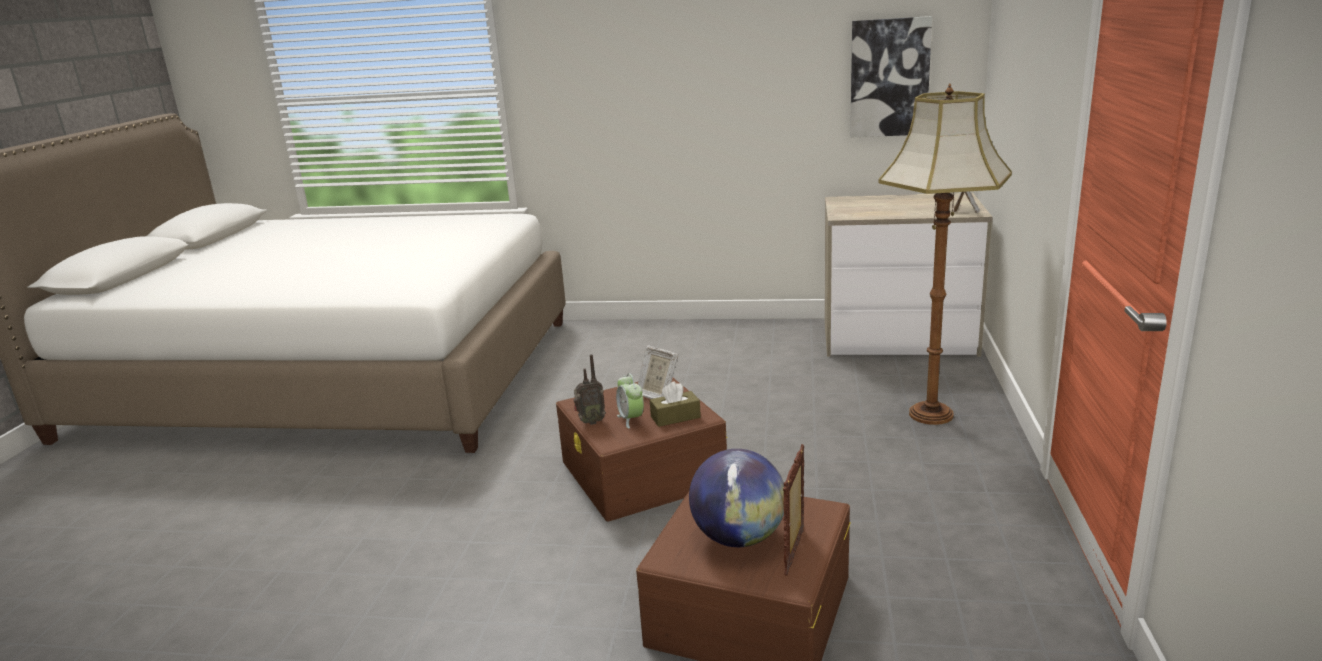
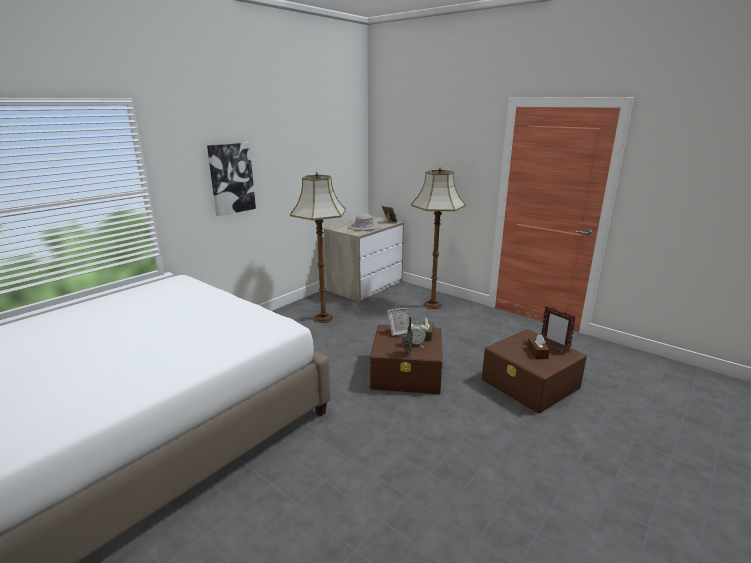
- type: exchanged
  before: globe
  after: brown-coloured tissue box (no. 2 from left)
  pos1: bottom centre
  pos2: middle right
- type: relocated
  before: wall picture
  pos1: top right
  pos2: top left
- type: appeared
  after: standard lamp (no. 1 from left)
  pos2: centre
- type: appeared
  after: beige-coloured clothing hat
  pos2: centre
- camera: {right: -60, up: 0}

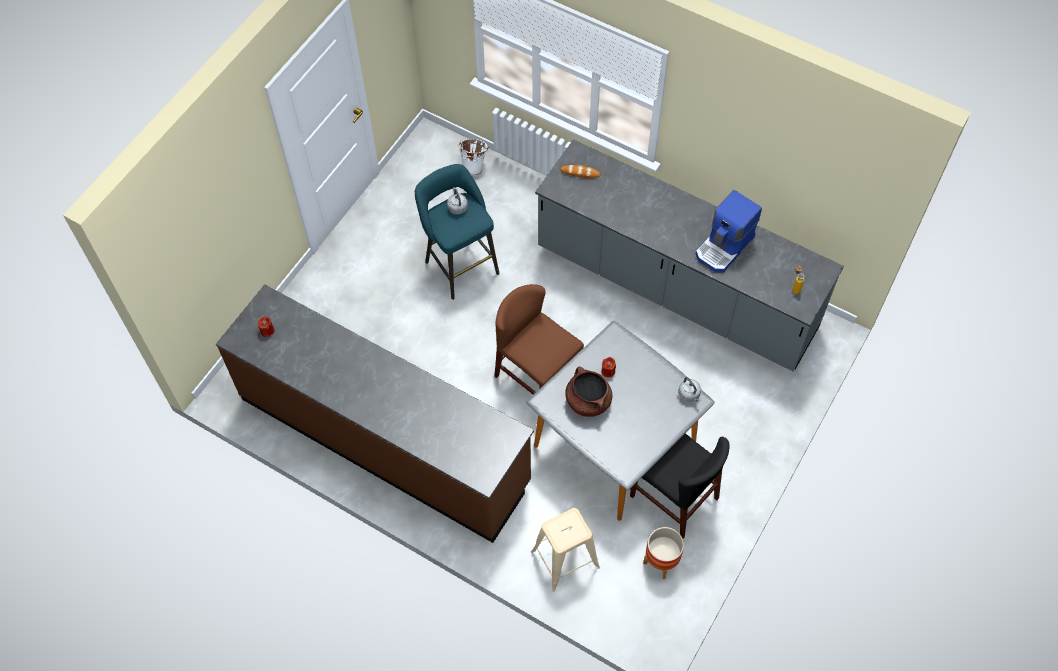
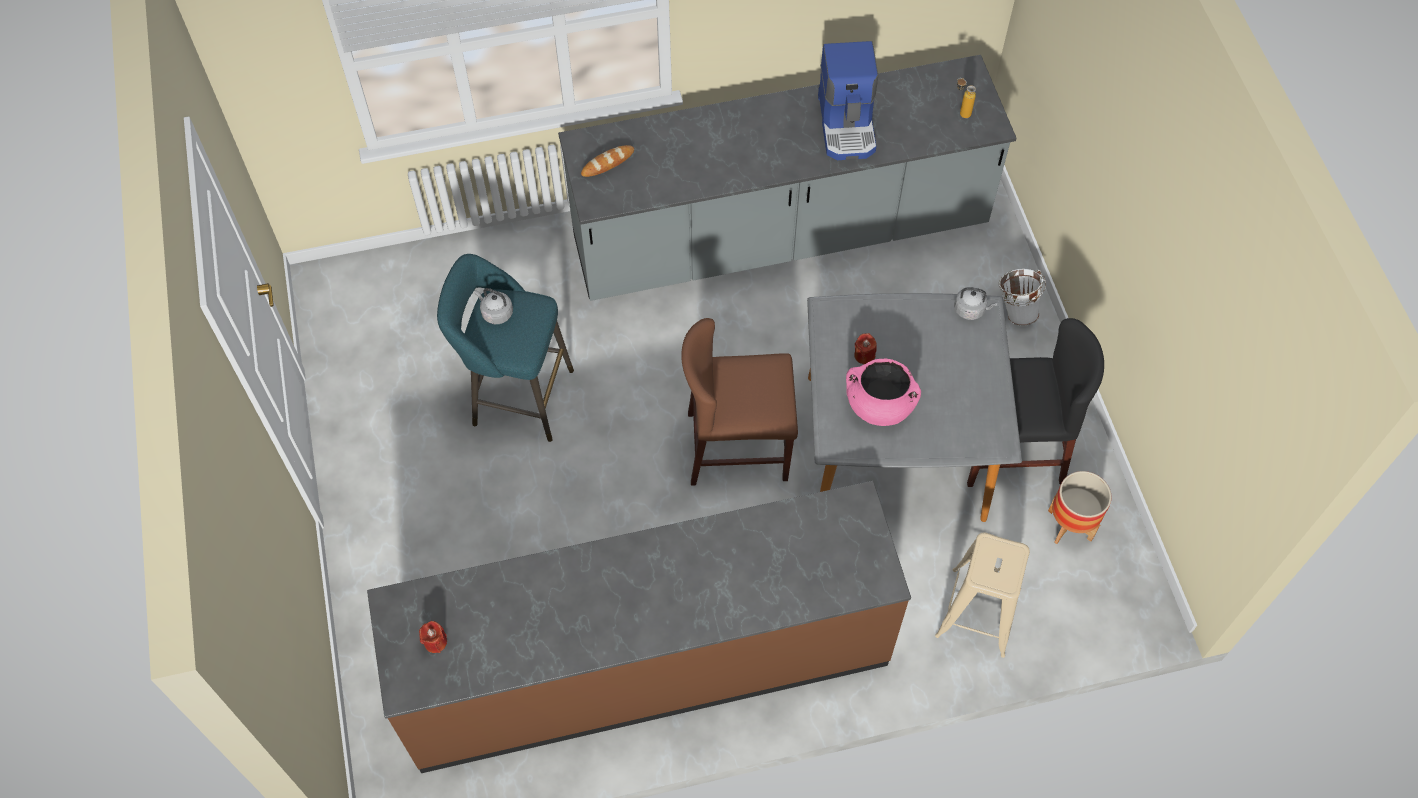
- type: relocated
  before: white-coloured bucket
  pos1: top centre
  pos2: middle right
- type: colour
  before: brown-coloured cooking pot
  after: pink-coloured cooking pot
  pos1: centre
  pos2: centre
- camera: {right: -45, up: 0}

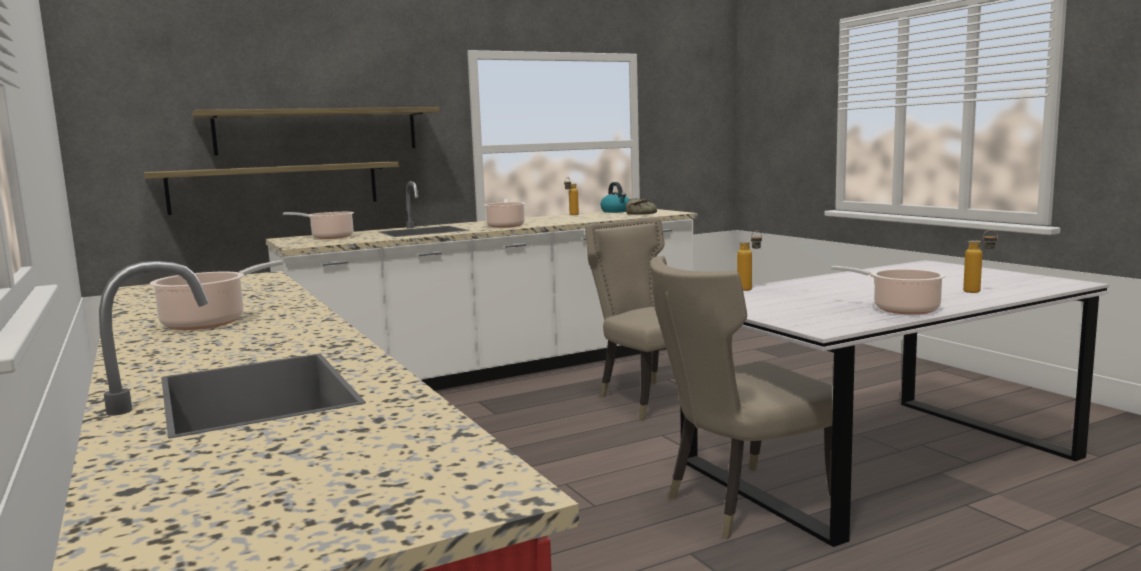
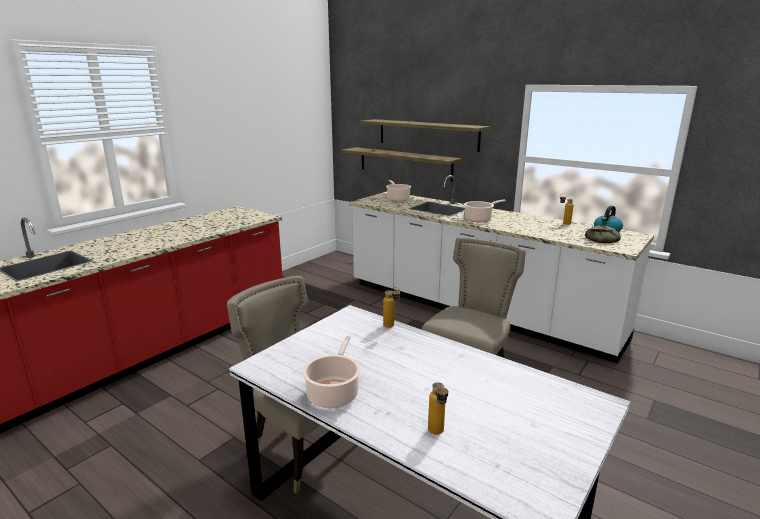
- type: missing
  before: cooking pot (no. 1 from left)
  pos1: middle left
- camera: {right: 65, up: 10}

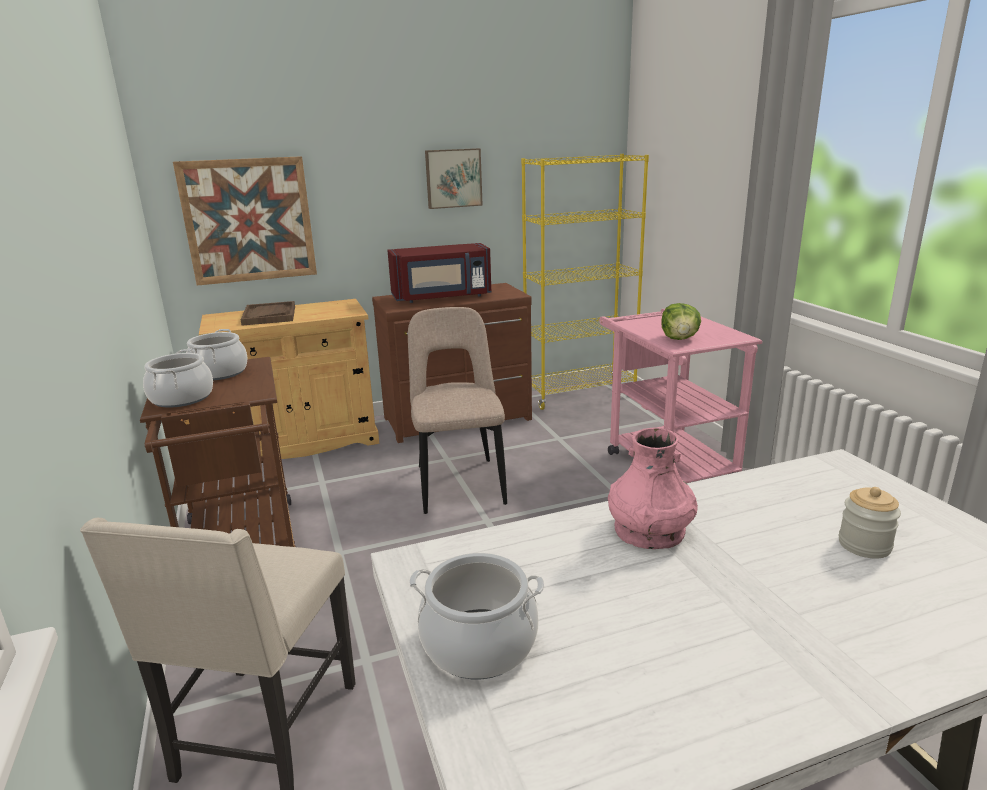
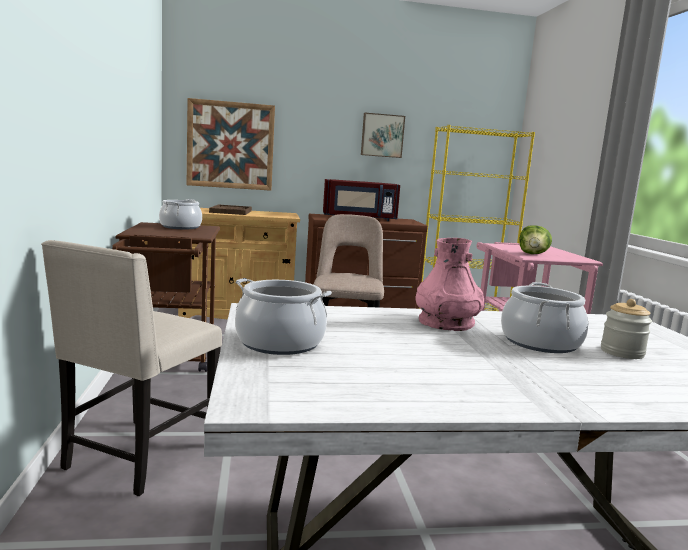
- type: relocated
  before: cooking pot (no. 1 from left in the first image)
  after: cooking pot (no. 3 from left)
  pos1: middle left
  pos2: middle right
- camera: {right: 10, up: -10}

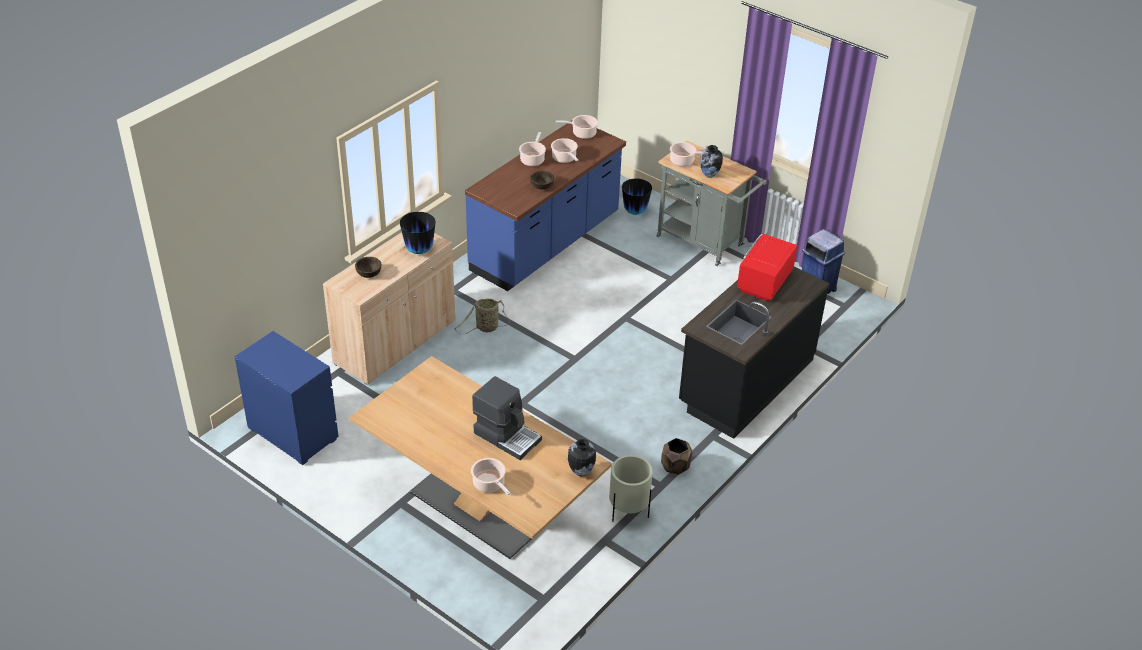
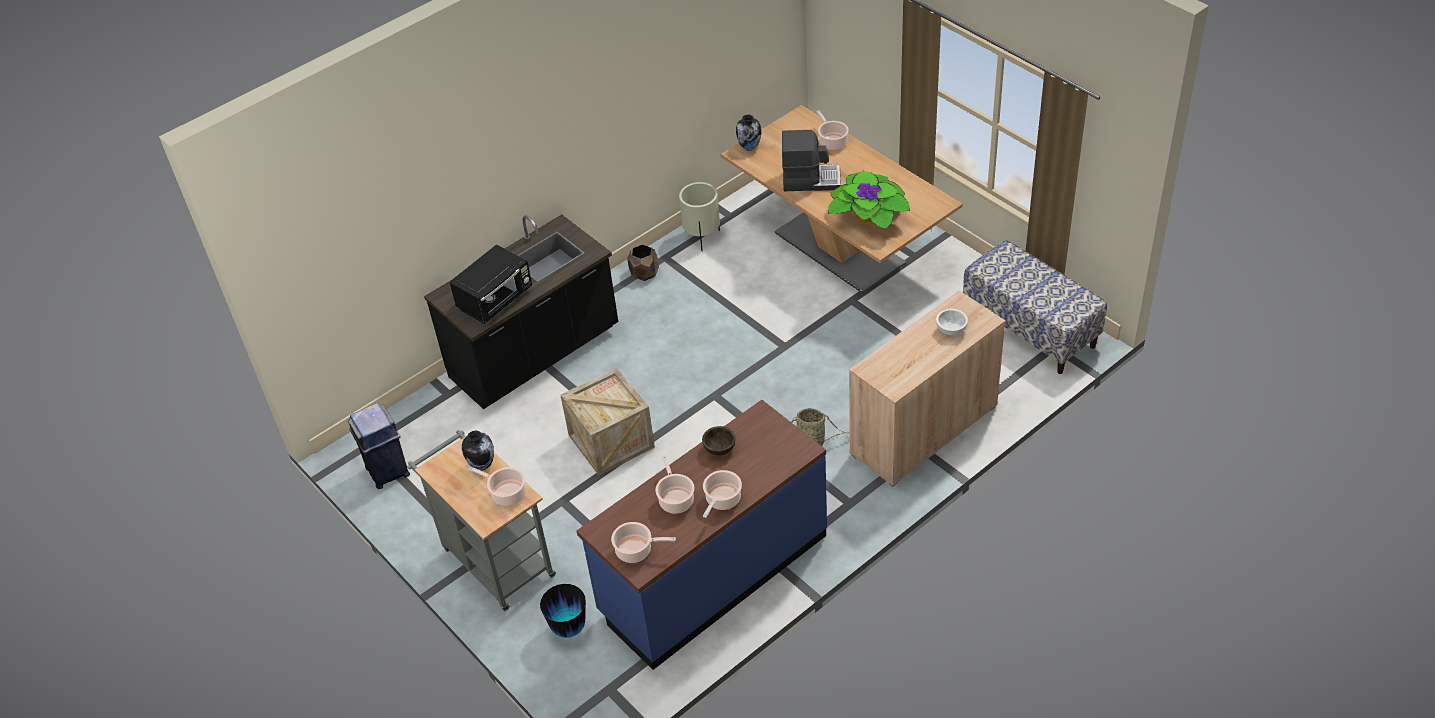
- type: exchanged
  before: blue dresser
  after: bench
  pos1: middle left
  pos2: middle right
- type: colour
  before: brown-coloured bowl (no. 1 from left)
  after: white-coloured bowl
  pos1: middle left
  pos2: centre
- type: missing
  before: flower vase (no. 1 from left)
  pos1: centre
- type: spun
  before: coffee brewer
  pos1: centre
  pos2: top centre
  turn: 135
- type: colour
  before: reddish microwave oven
  after: blackish microwave oven
  pos1: middle right
  pos2: centre
- type: appeared
  after: crate
  pos2: centre
- type: appeared
  after: houseplant
  pos2: top centre
- camera: {right: -165, up: 5}

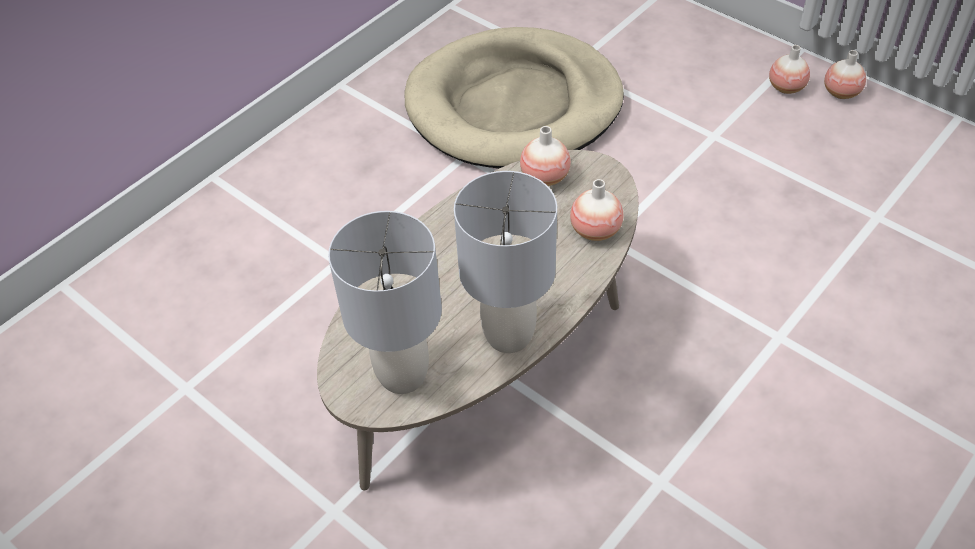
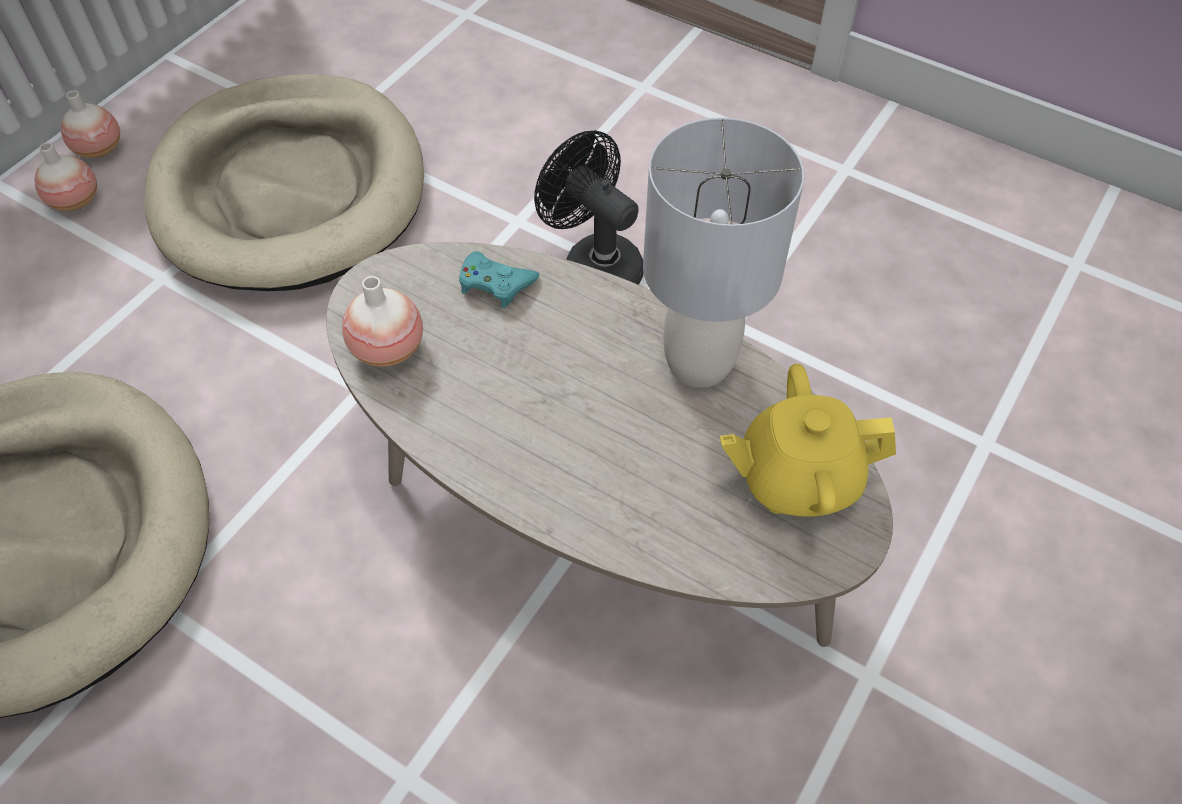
- type: exchanged
  before: greyish table lamp (no. 1 from left)
  after: yellowish pot for tea
  pos1: centre
  pos2: middle right
- type: exchanged
  before: flower vase (no. 2 from left)
  after: blue-green gamepad
  pos1: centre
  pos2: centre
- type: appeared
  after: beige-coloured dog cushion (no. 2 from left)
  pos2: top left
- type: appeared
  after: blackish fan
  pos2: top centre
- camera: {right: -100, up: 5}

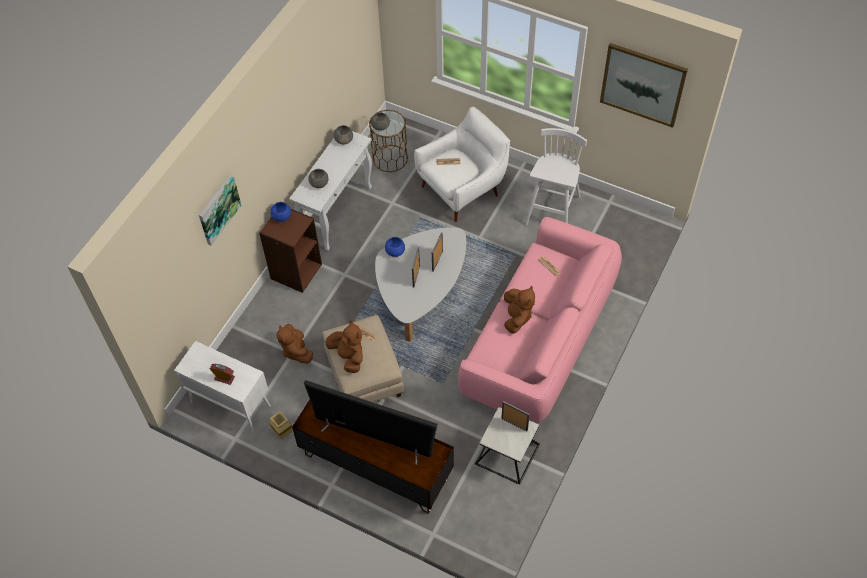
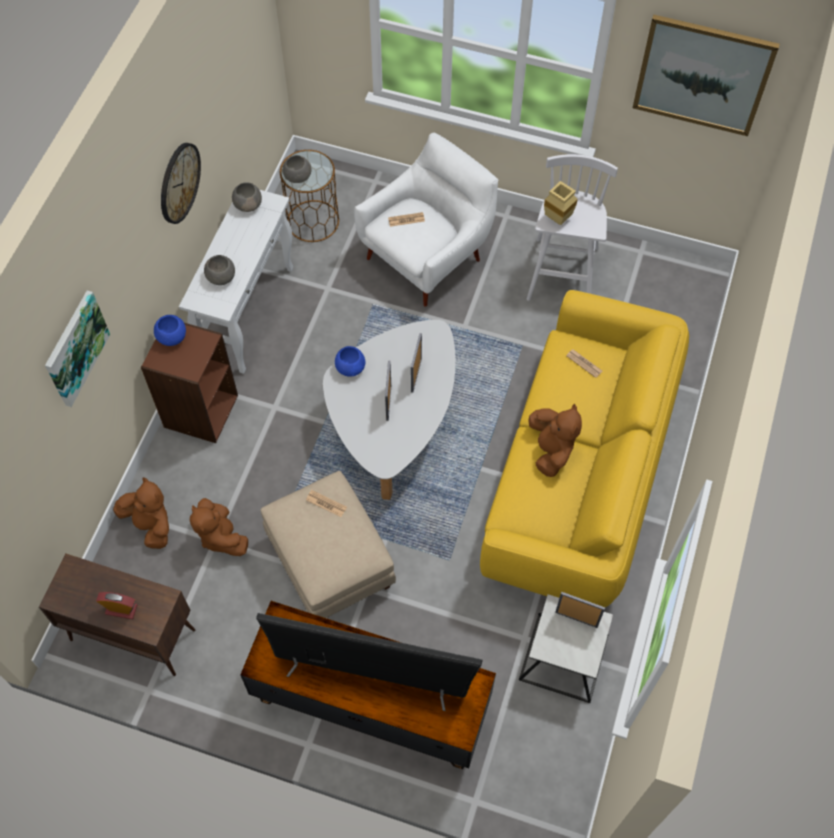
- type: colour
  before: white-coloured storage cabinet
  after: brown-coloured storage cabinet
  pos1: bottom left
  pos2: bottom left
- type: relocated
  before: beige-coloured flower vase
  pos1: bottom left
  pos2: top right
- type: relocated
  before: brown-coloured soft toy (no. 2 from left in the first image)
  after: brown-coloured soft toy (no. 1 from left)
  pos1: centre
  pos2: middle left
- type: colour
  before: pink-coloured couch
  after: yellowish couch
  pos1: centre
  pos2: middle right
- type: appeared
  after: clock on the wall
  pos2: top left
- camera: {right: -10, up: 5}

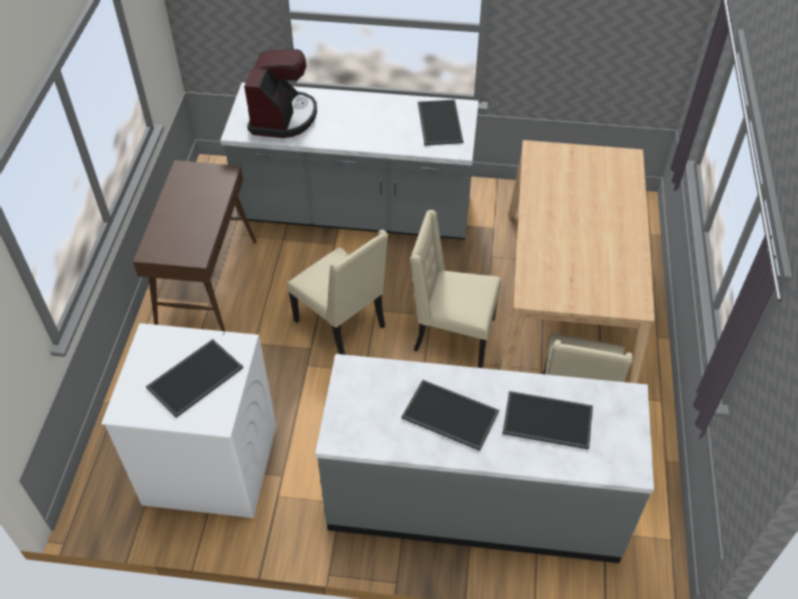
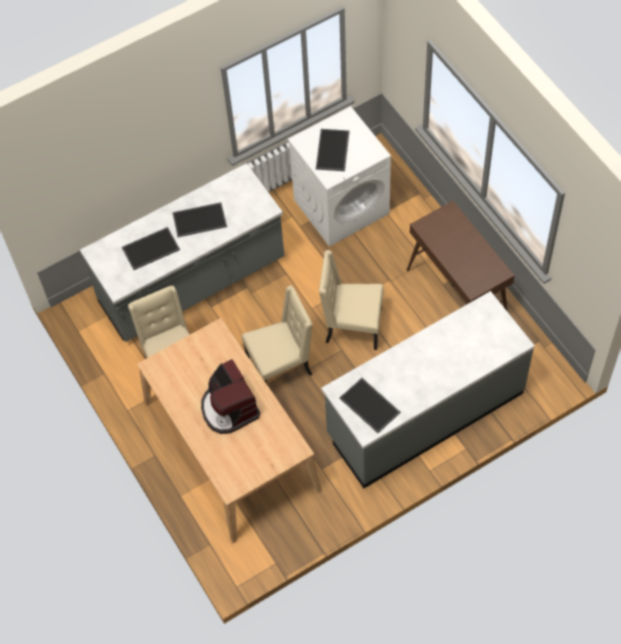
- type: relocated
  before: coffee brewer
  pos1: top centre
  pos2: centre
- camera: {right: 145, up: 10}

